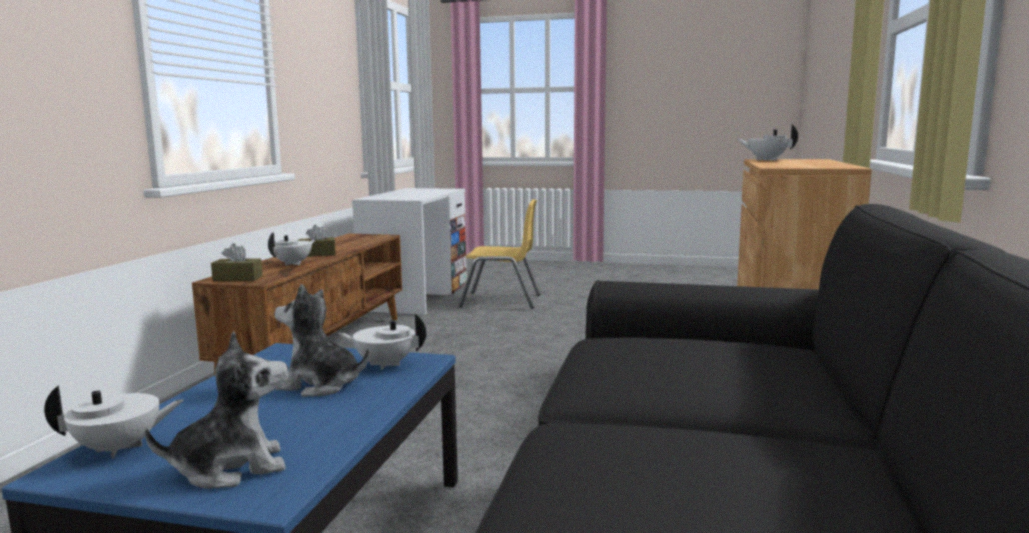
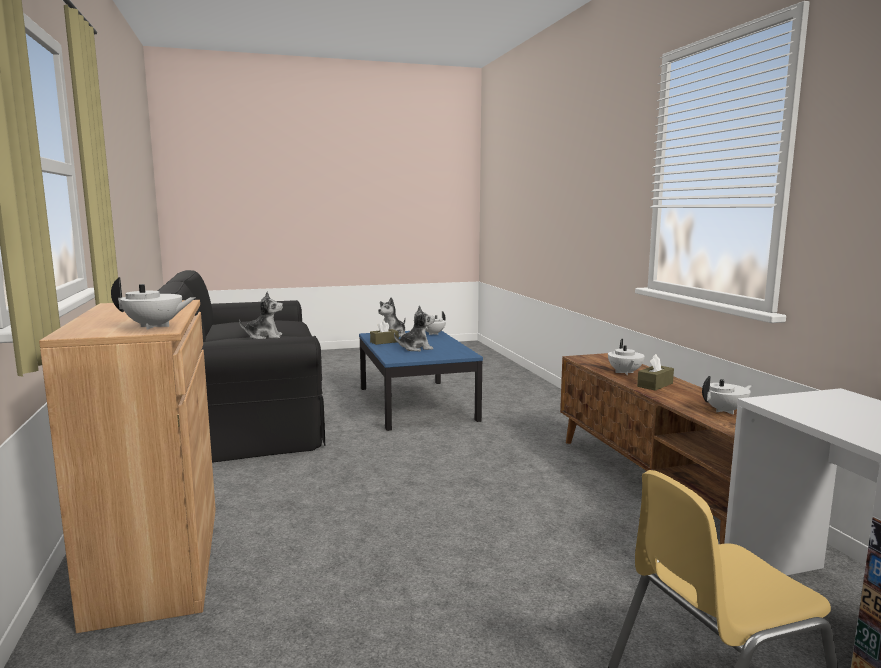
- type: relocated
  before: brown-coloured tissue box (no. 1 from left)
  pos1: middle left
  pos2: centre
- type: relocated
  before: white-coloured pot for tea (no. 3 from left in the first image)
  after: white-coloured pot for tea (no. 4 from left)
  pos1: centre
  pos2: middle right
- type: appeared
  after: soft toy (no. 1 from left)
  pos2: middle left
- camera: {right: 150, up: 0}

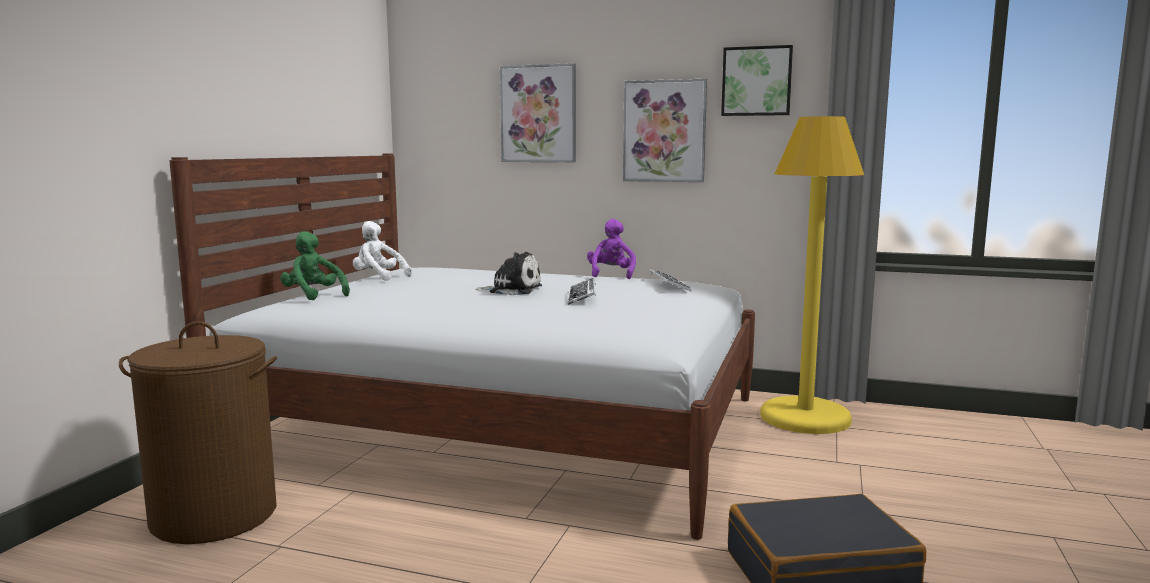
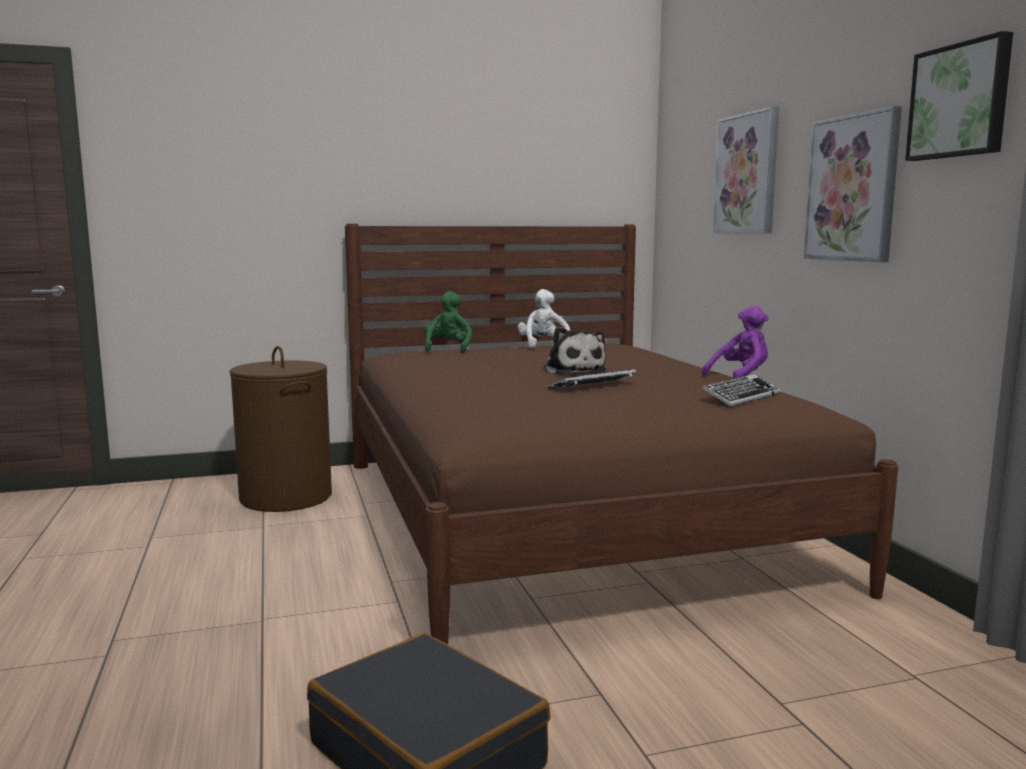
- type: colour
  before: white-coloured bed
  after: brown-coloured bed
  pos1: centre
  pos2: centre
- type: missing
  before: yellowish standard lamp
  pos1: middle right
- camera: {right: 55, up: 0}

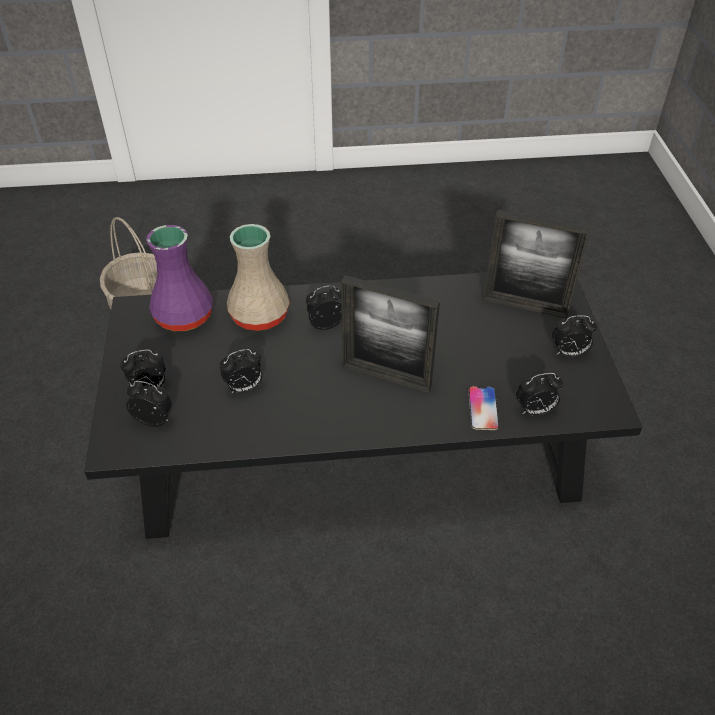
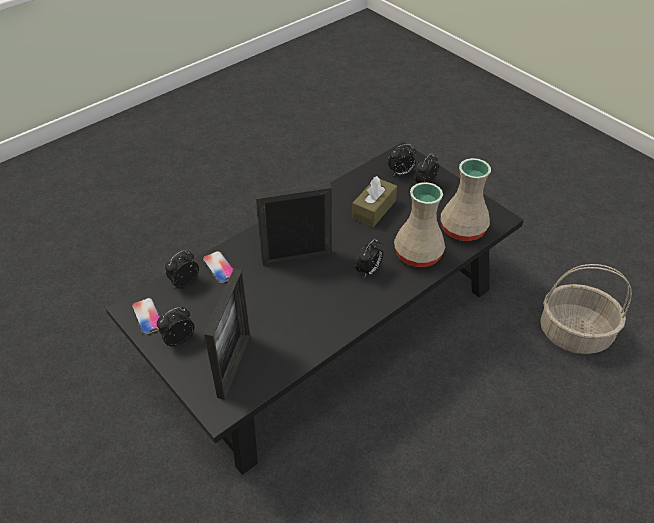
- type: colour
  before: purplish flower vase
  after: beige-coloured flower vase (no. 2 from left)
  pos1: middle left
  pos2: middle right
- type: exchanged
  before: alarm clock (no. 3 from left)
  after: brown-coloured tissue box
  pos1: centre
  pos2: centre
- type: spun
  before: standing frame (no. 2 from left in the first image)
  pos1: middle right
  pos2: centre
  turn: 120
- type: appeared
  after: telephone (no. 1 from left)
  pos2: middle left
- camera: {right: 145, up: 0}

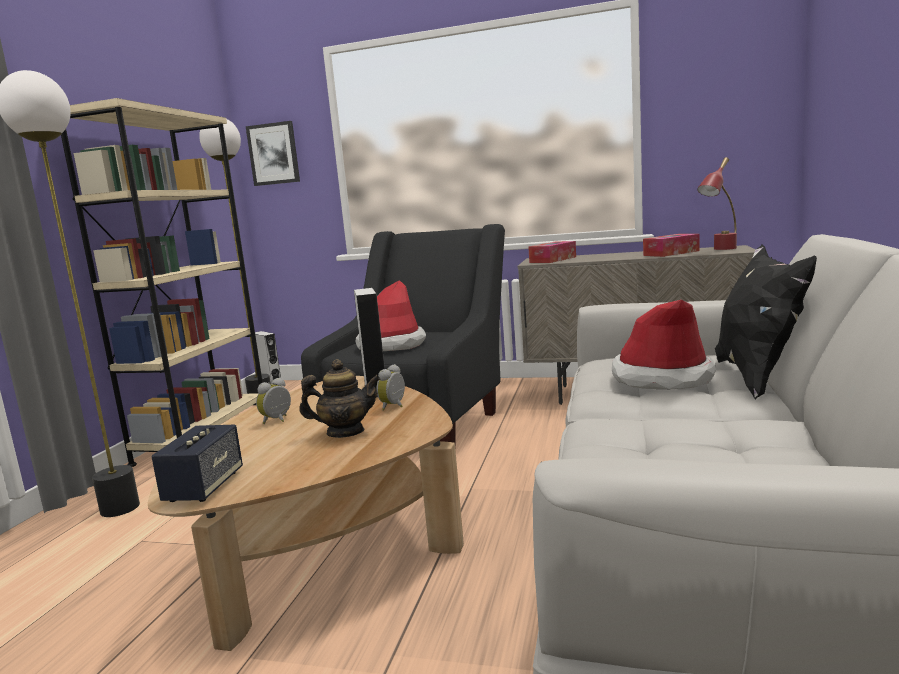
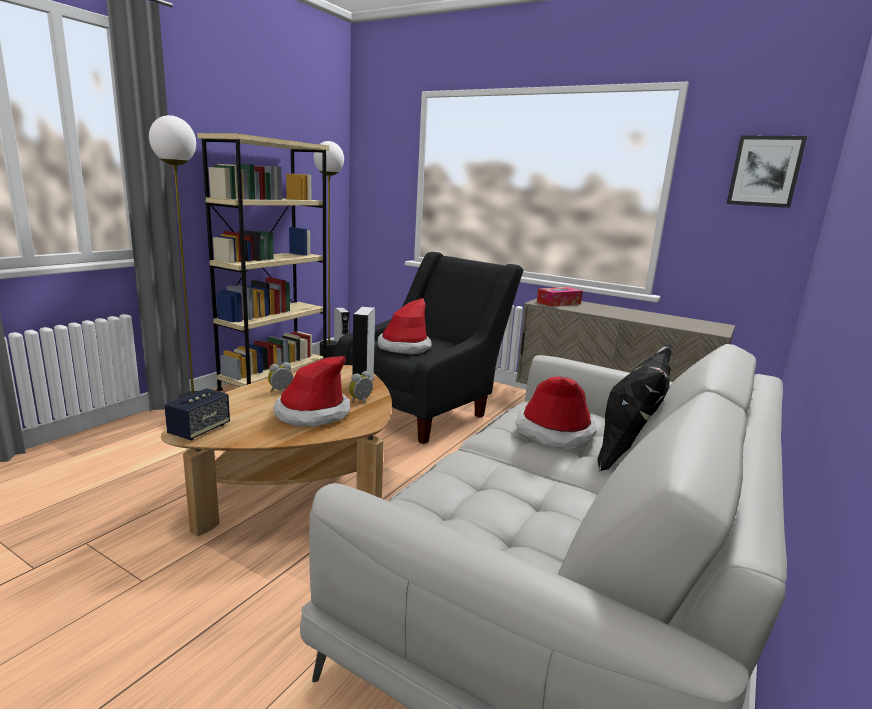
- type: relocated
  before: wall picture
  pos1: top left
  pos2: top right
- type: exchanged
  before: pot for tea
  after: clothing hat (no. 1 from left)
  pos1: centre
  pos2: centre
- type: missing
  before: tissue box (no. 2 from left)
  pos1: middle right
- type: missing
  before: reddish table lamp
  pos1: top right
- camera: {right: 15, up: 5}

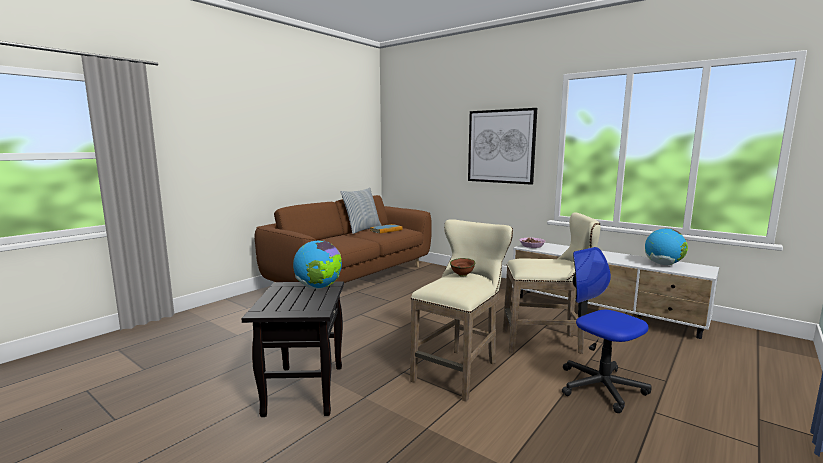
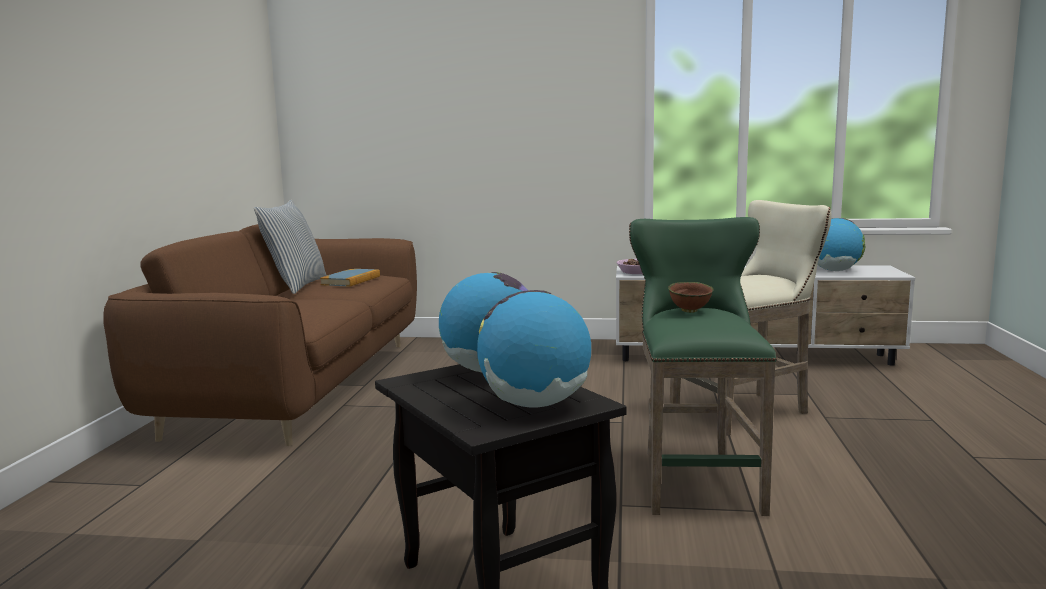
- type: colour
  before: beige-coloured stool seat (no. 1 from left)
  after: greenish stool seat
  pos1: bottom centre
  pos2: middle right
- type: missing
  before: wall picture
  pos1: top centre
- type: missing
  before: office chair
  pos1: bottom right
- type: appeared
  after: globe (no. 2 from left)
  pos2: centre
- camera: {right: -30, up: 0}

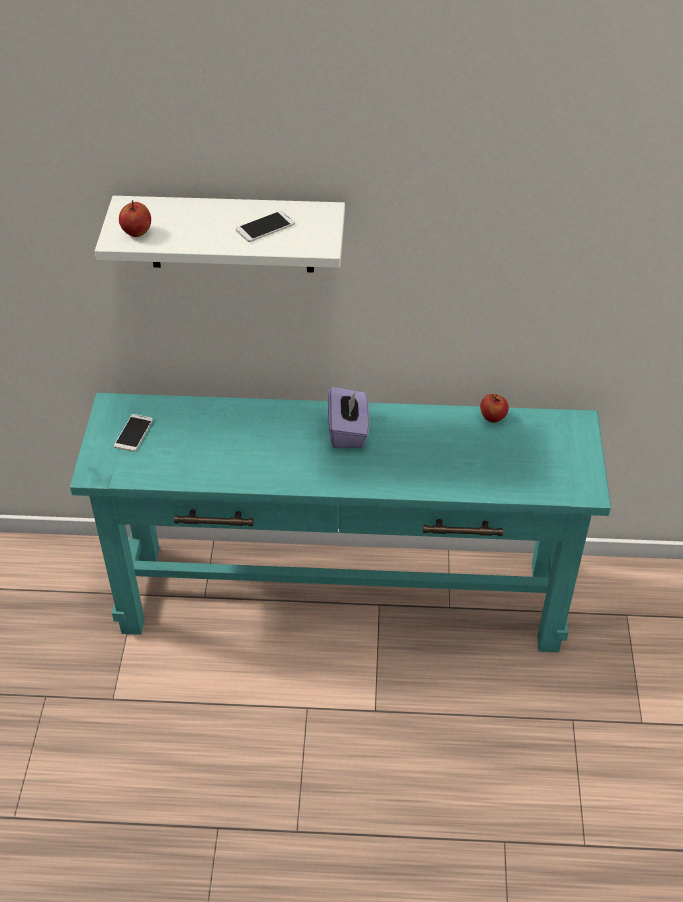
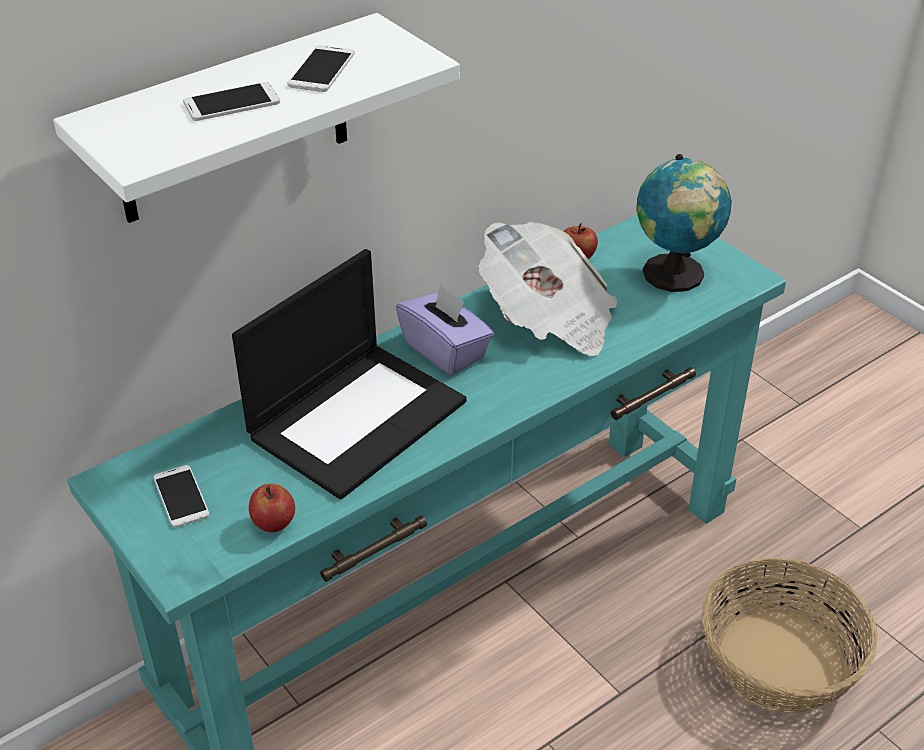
- type: relocated
  before: apple fruit (no. 1 from left)
  pos1: top left
  pos2: bottom left
- type: appeared
  after: telephone (no. 2 from left)
  pos2: top left
- type: appeared
  after: portable computer
  pos2: centre
- type: appeared
  after: printed paper
  pos2: centre
- type: appeared
  after: globe
  pos2: top right
- type: appeared
  after: household basket
  pos2: bottom right
- camera: {right: -40, up: -5}

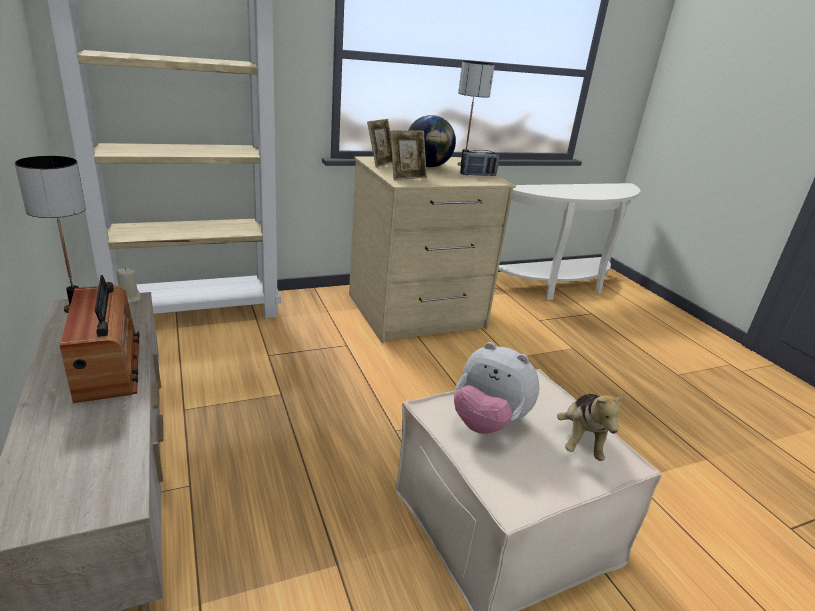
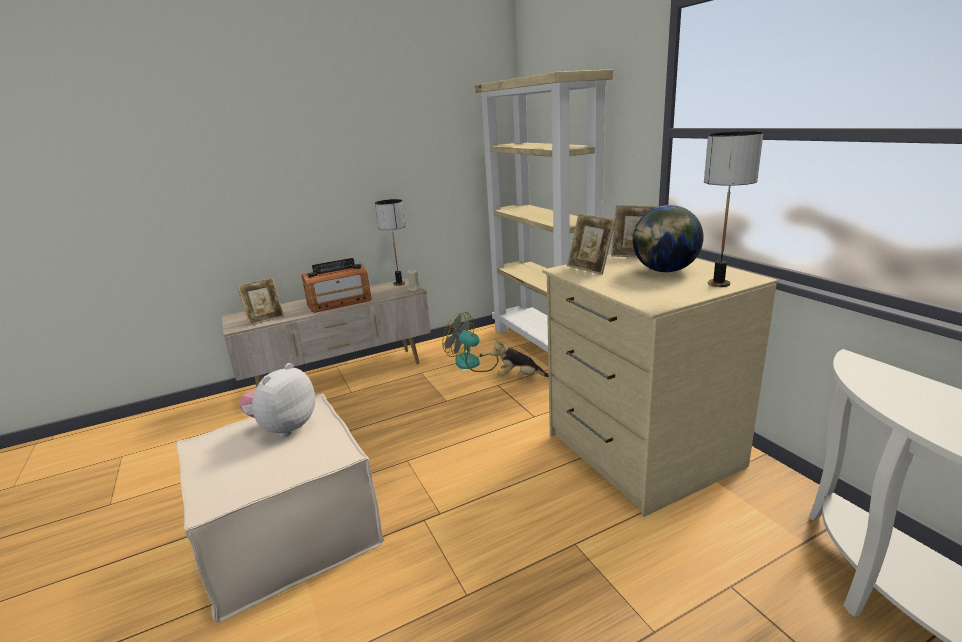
- type: missing
  before: radio set (no. 2 from left)
  pos1: top centre
- type: relocated
  before: soft toy (no. 2 from left)
  pos1: bottom right
  pos2: centre
- type: appeared
  after: standing frame (no. 1 from left)
  pos2: middle left
- type: appeared
  after: fan
  pos2: centre
- camera: {right: 90, up: -5}

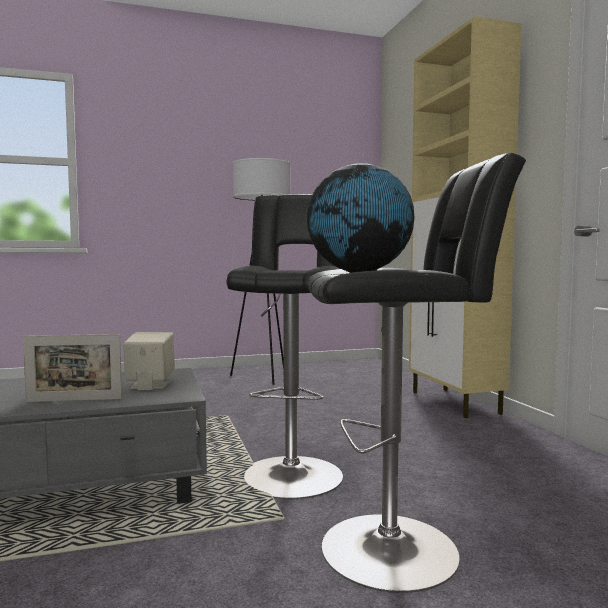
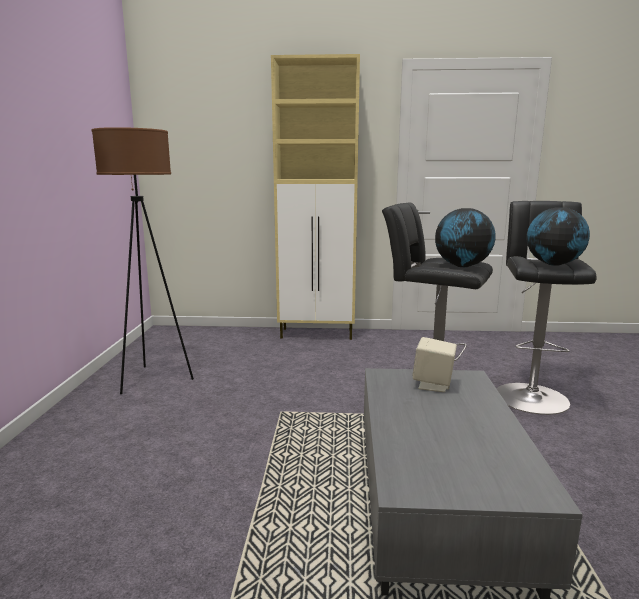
- type: missing
  before: standing frame
  pos1: middle left
- type: colour
  before: white-coloured standard lamp
  after: brown-coloured standard lamp
  pos1: centre
  pos2: middle left
- type: appeared
  after: globe (no. 1 from left)
  pos2: middle right
- camera: {right: -70, up: 10}

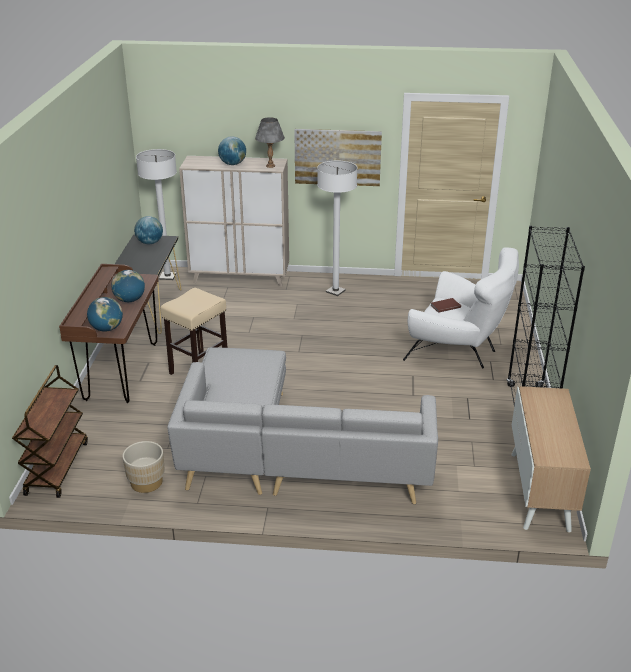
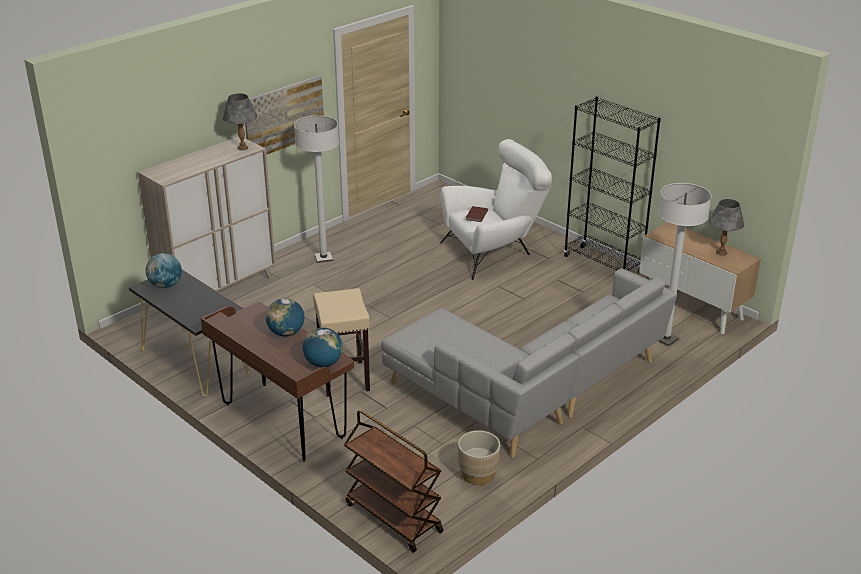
- type: relocated
  before: white-coloured standard lamp (no. 1 from left in the first image)
  after: white-coloured standard lamp (no. 2 from left)
  pos1: top left
  pos2: middle right
- type: missing
  before: globe (no. 4 from left)
  pos1: top centre
- type: appeared
  after: greyish table lamp (no. 2 from left)
  pos2: middle right
- camera: {right: -50, up: 0}

